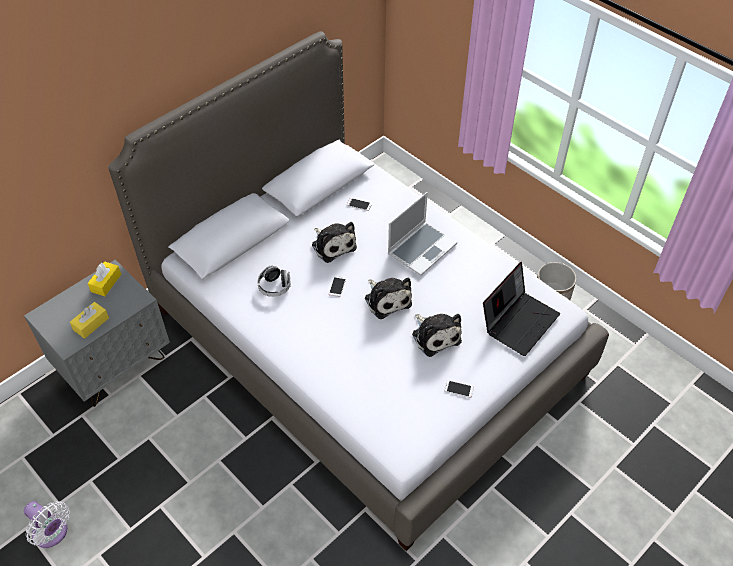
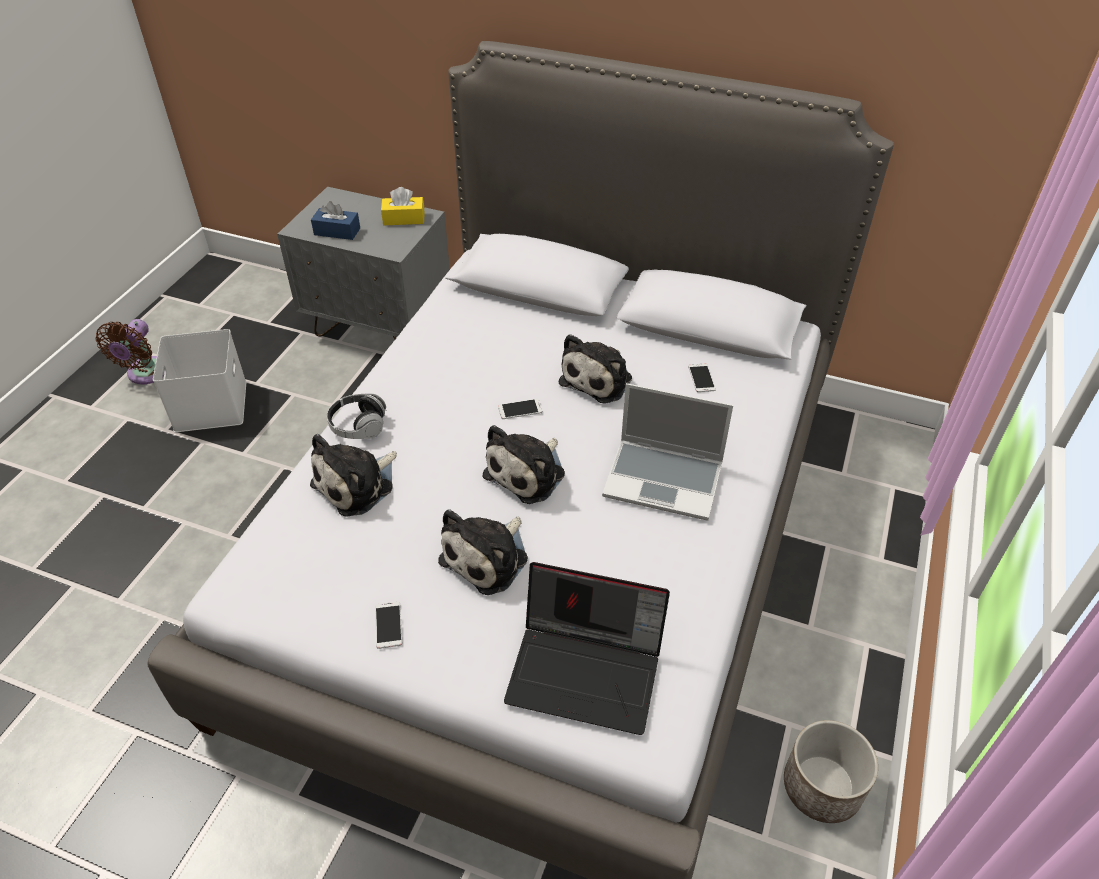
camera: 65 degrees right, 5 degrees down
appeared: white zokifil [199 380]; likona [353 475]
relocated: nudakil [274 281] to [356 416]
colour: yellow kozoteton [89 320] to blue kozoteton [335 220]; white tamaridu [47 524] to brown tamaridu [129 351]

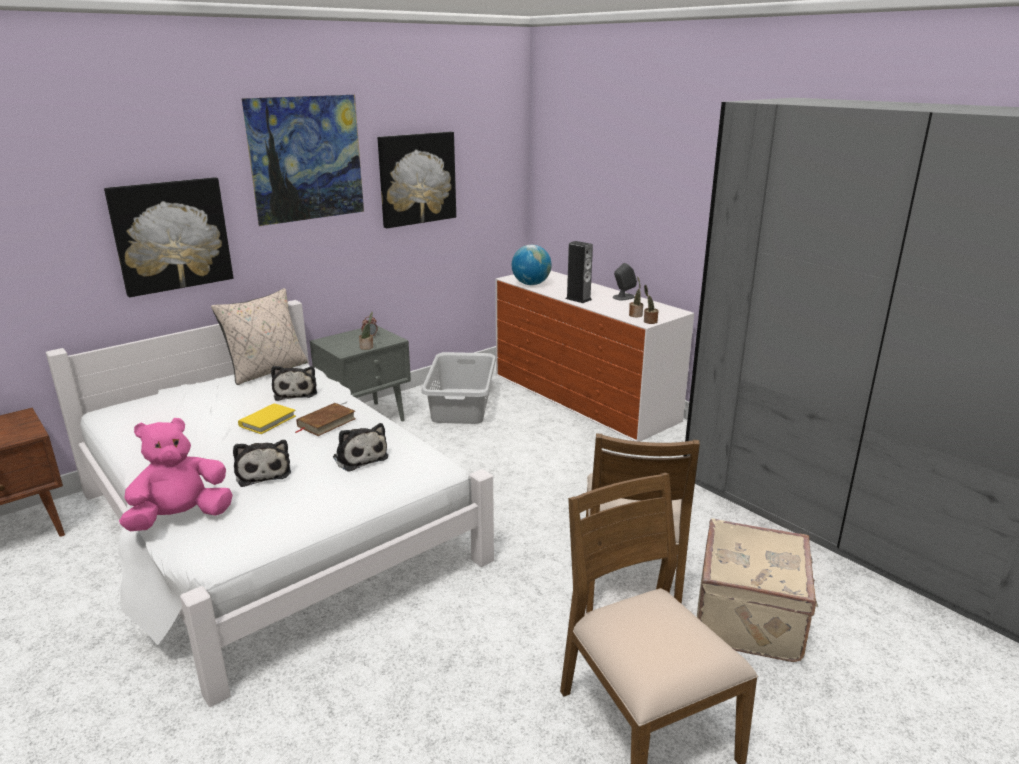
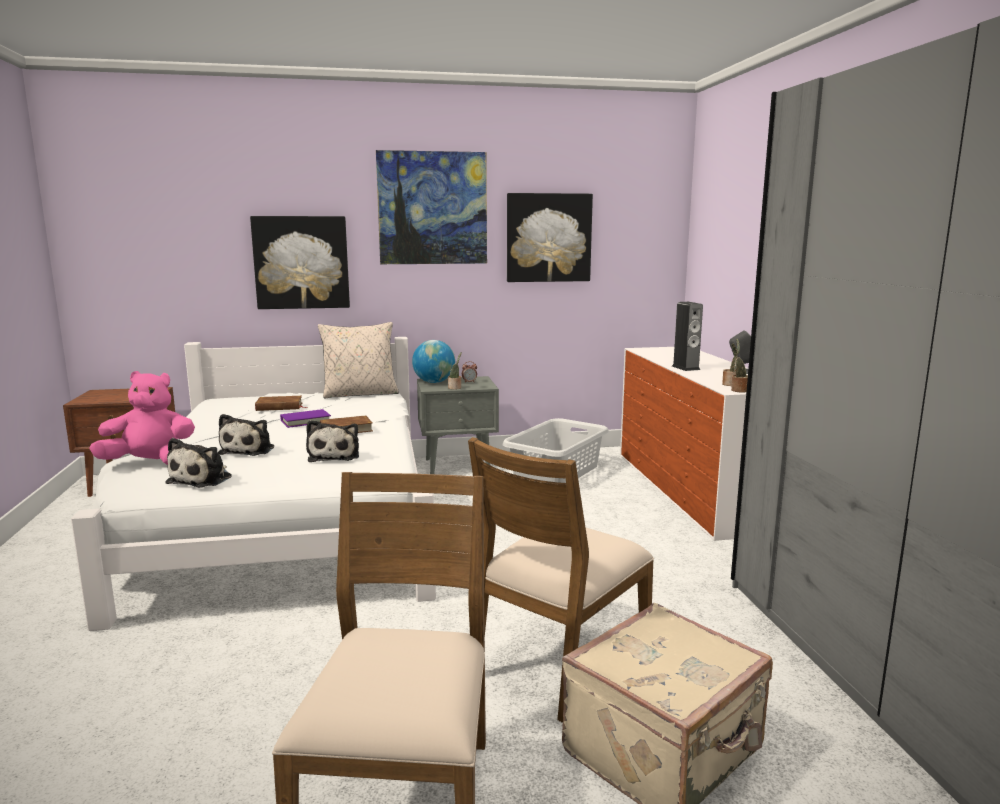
camera: 30 degrees right, 10 degrees down
appeared: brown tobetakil [281 403]
relocated: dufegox [532 265] to [433 361]; likona [294 383] to [198 463]
colour: yellow tobetakil [267 418] to purple tobetakil [305 418]

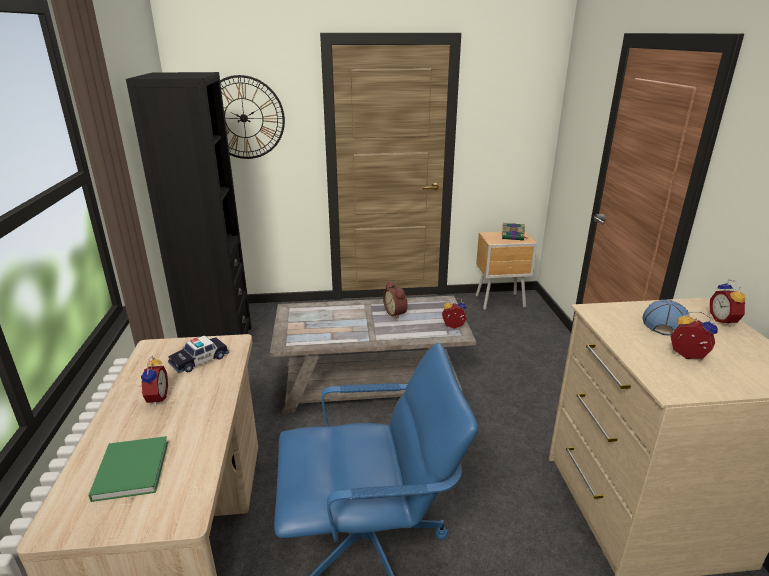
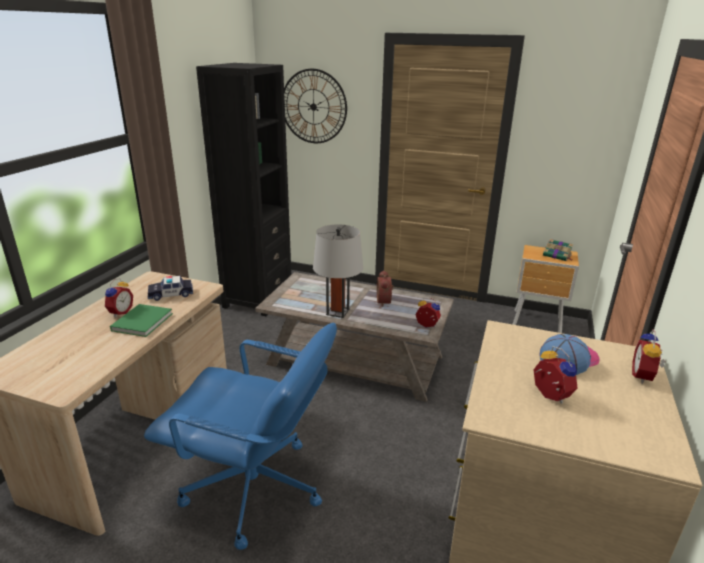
camera: 25 degrees right, 0 degrees up
appeared: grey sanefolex [338 271]
relocated: green tobetakil [128 469] to [141 320]

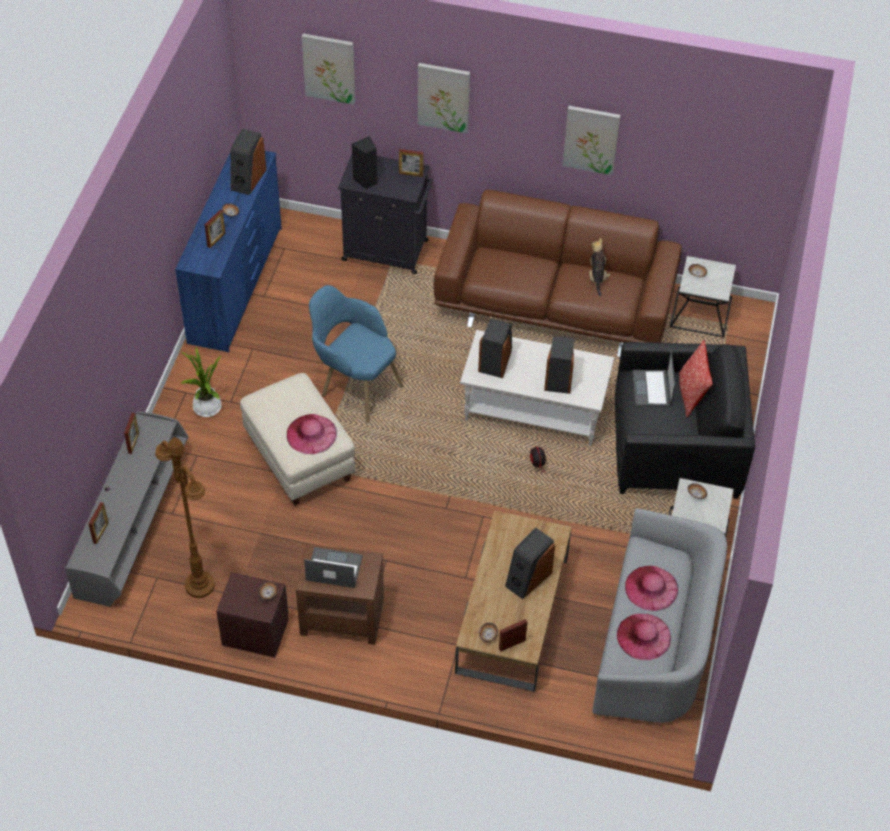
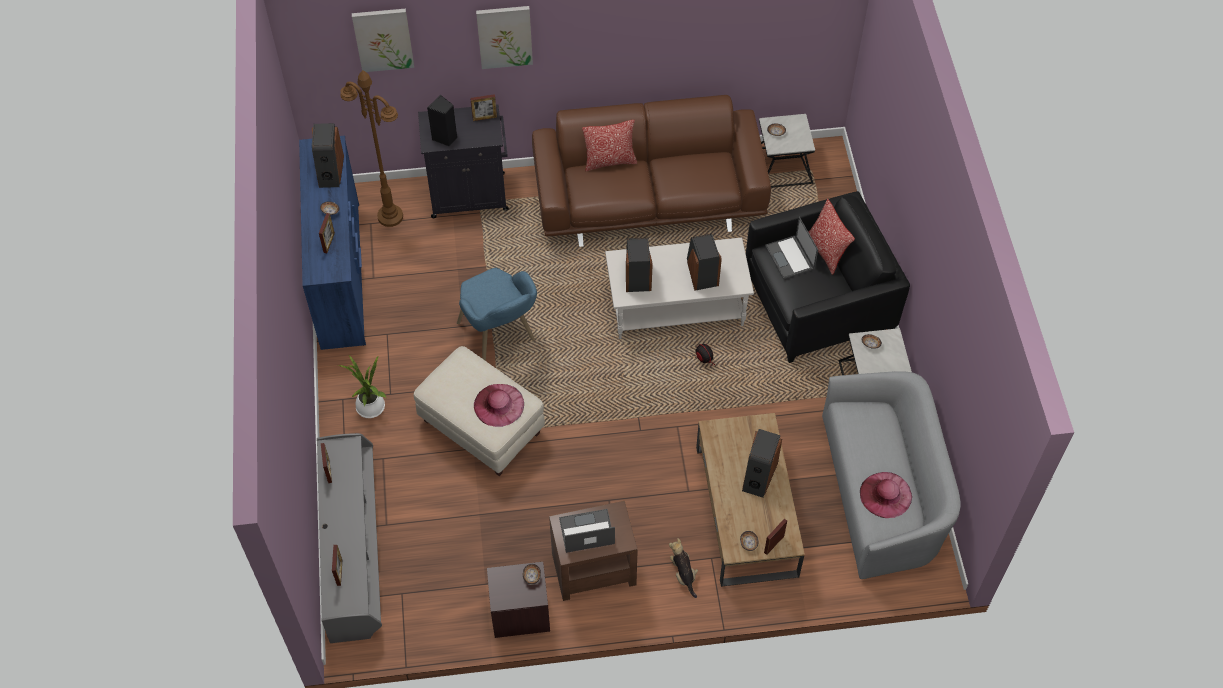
camera: 20 degrees left, 5 degrees up
missing: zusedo [591 140]; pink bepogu [651 588]
appeared: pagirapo [609 145]
relocated: likona [599 267] to [683 568]; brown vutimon [185 517] to [371 148]
spun: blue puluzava [356 354] = [497 314] 135 degrees counterclockwise

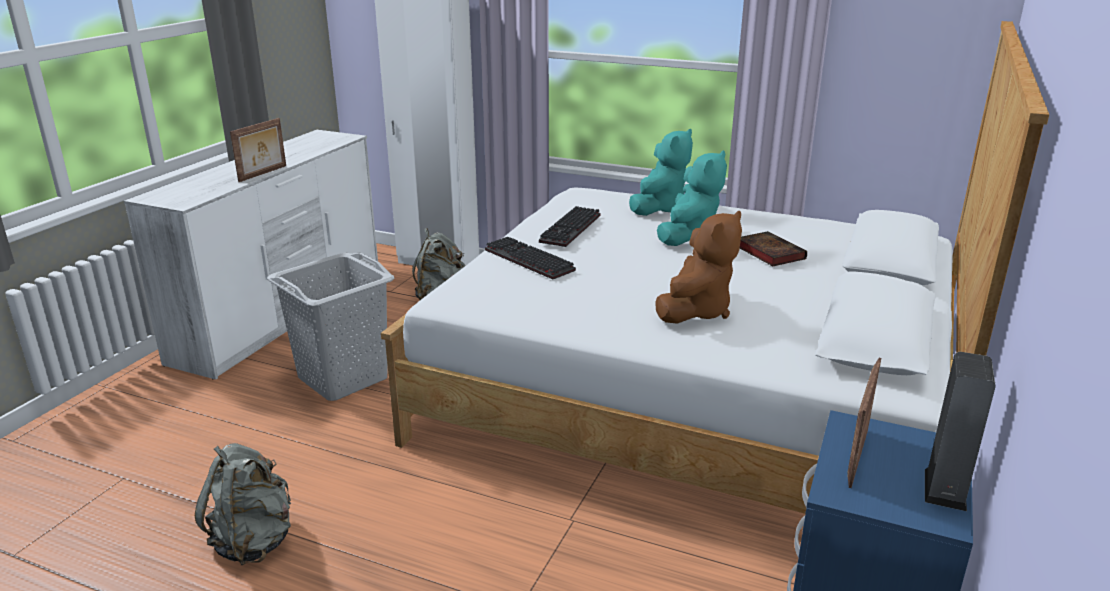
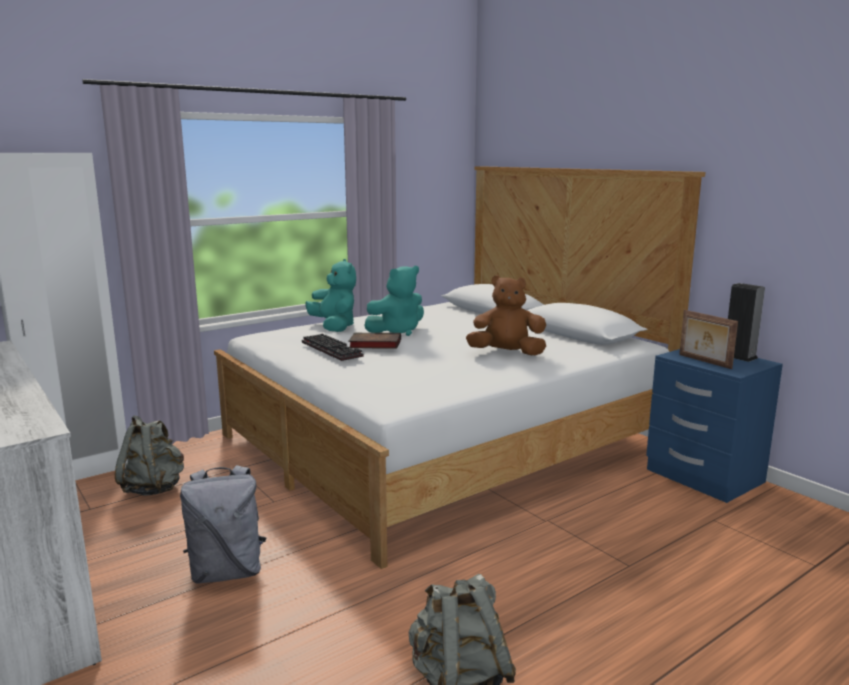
camera: 60 degrees left, 10 degrees down
missing: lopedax [258 150]; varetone [530 258]
relocated: tobetakil [773 248] to [374 341]
exchanged: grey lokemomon [330 326] to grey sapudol [223 524]
spun: turquoise likona [692 198] = [394 301] 90 degrees clockwise; brown likona [698 267] = [506 315] 60 degrees counterclockwise

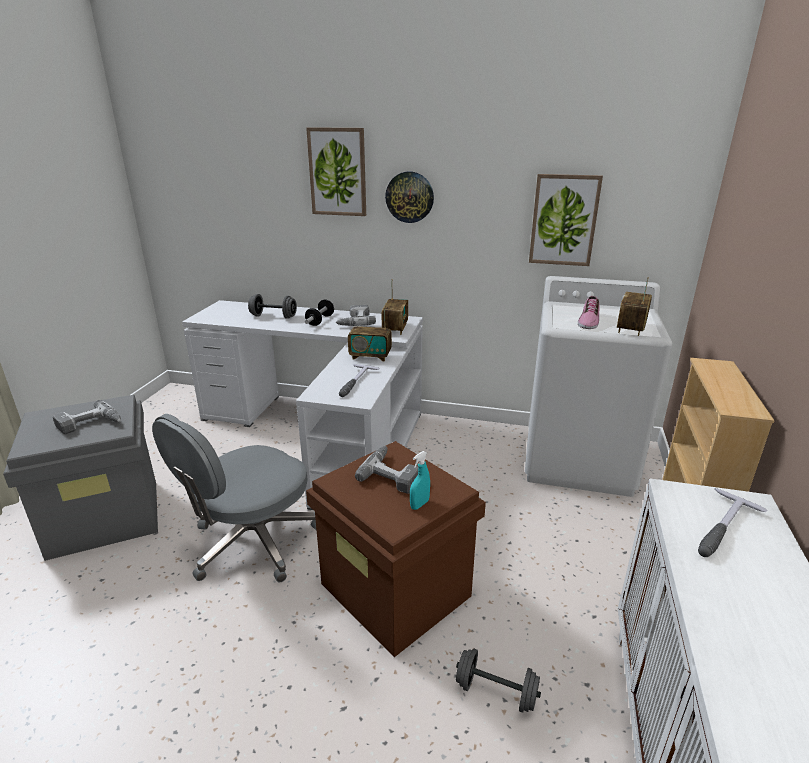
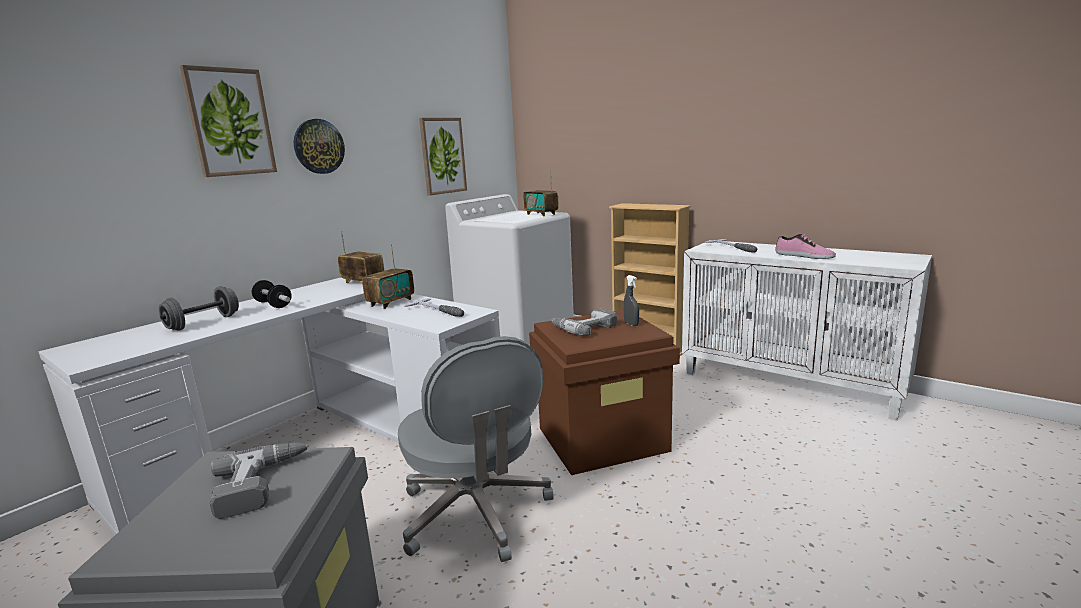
camera: 65 degrees left, 10 degrees down
missing: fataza [355 315]; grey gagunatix [498 681]
relocated: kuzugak [588 312] to [805 246]
colour: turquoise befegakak [420 480] to grey befegakak [631 300]

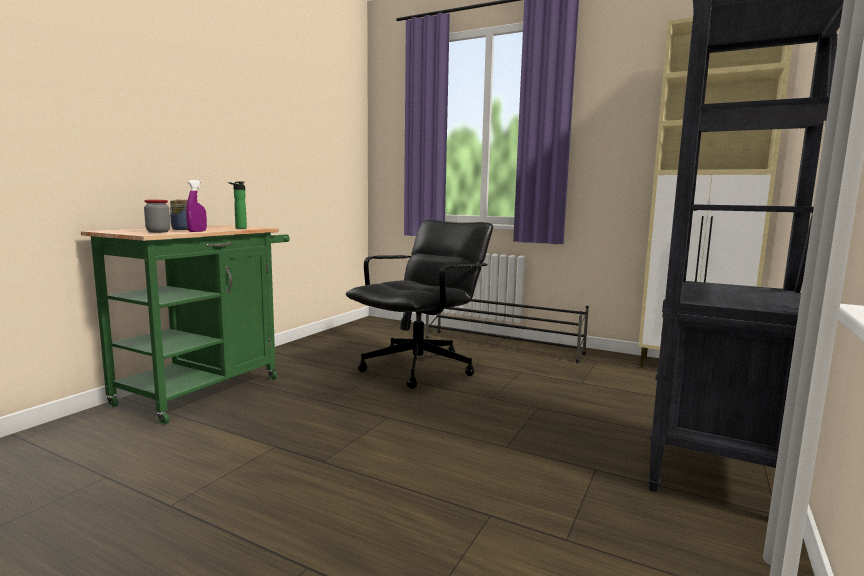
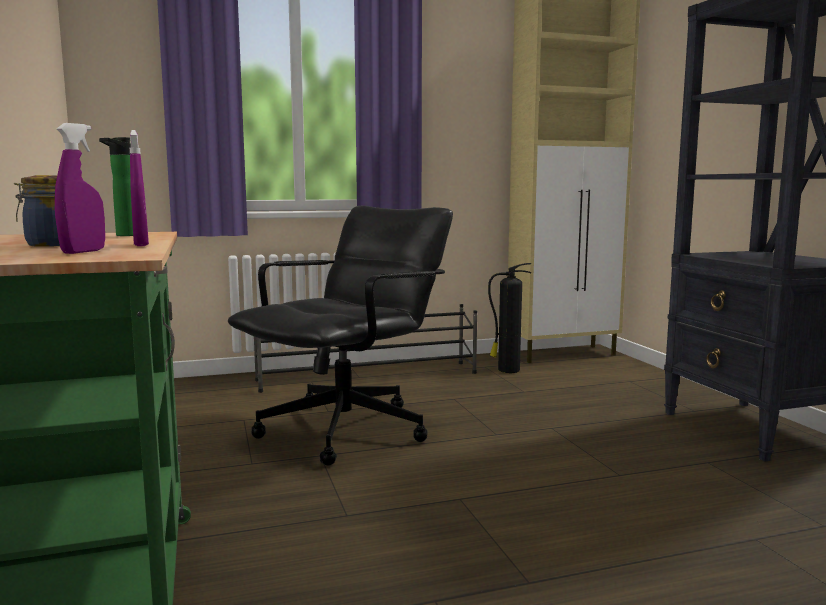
camera: 45 degrees left, 0 degrees up
appeared: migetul [509 318]
exchanged: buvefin [157 216] to purple befegakak [80 188]
spun: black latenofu [419 304] = [340 336] 45 degrees clockwise

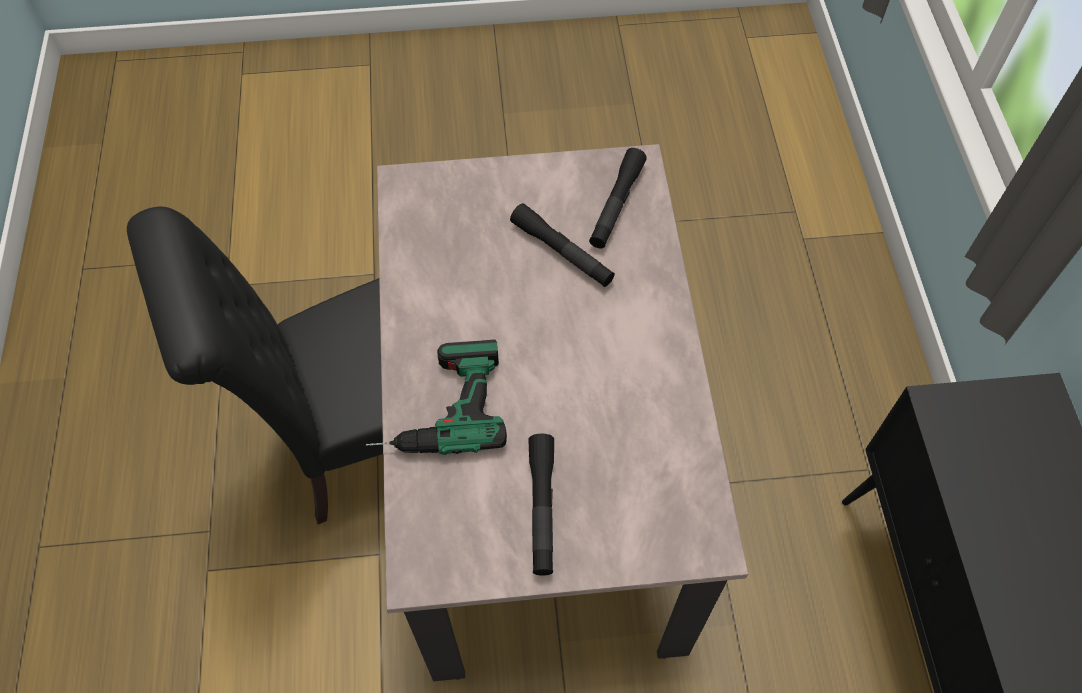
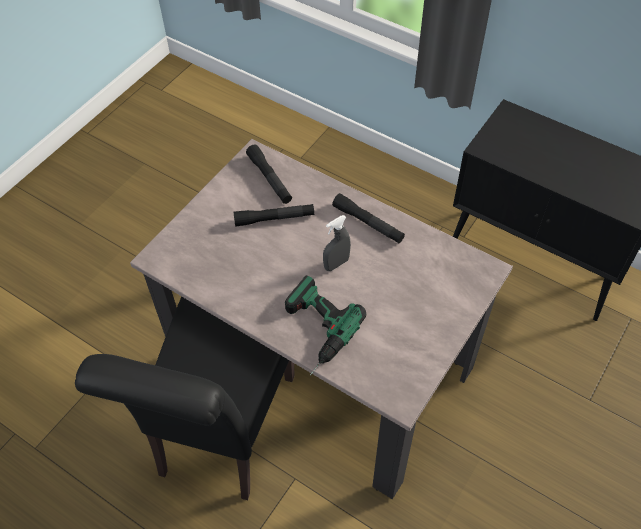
camera: 50 degrees left, 5 degrees down
appeared: grey befegakak [337 243]
relocated: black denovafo [541 504] to [368 218]

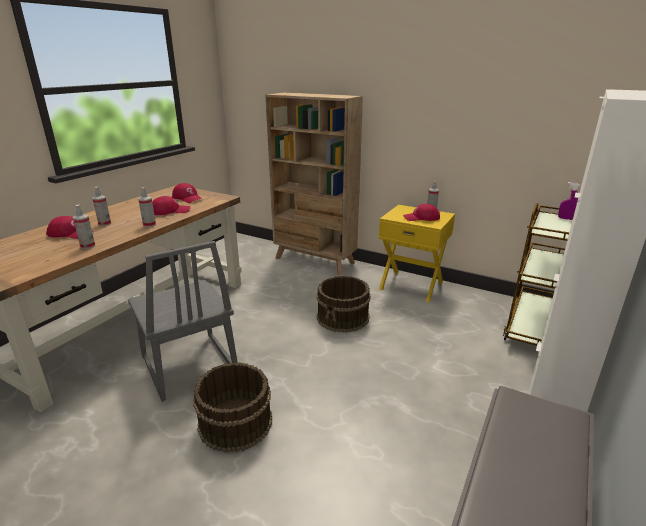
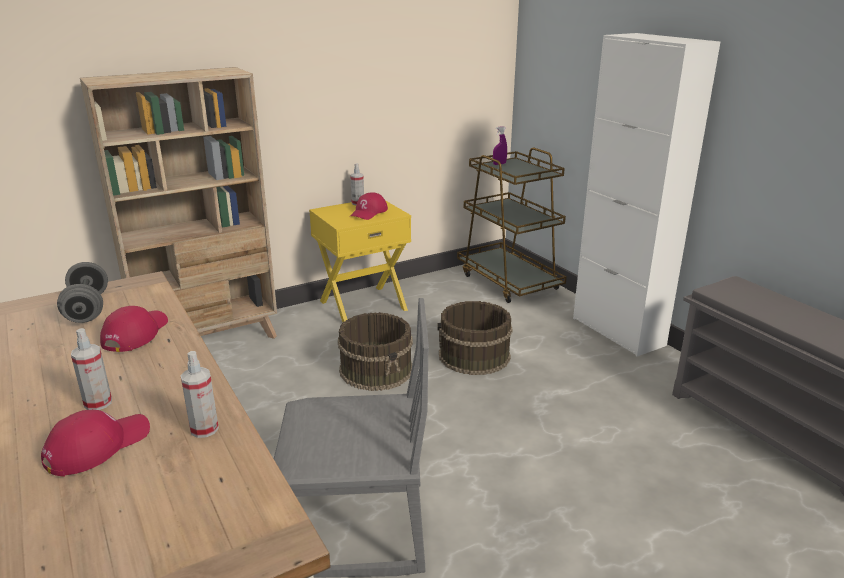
camera: 60 degrees left, 0 degrees up
missing: befegakak [147 207]
relocated: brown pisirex [232 407] to [475 338]
exchanged: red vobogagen [187 193] to grey gagunatix [82 292]

